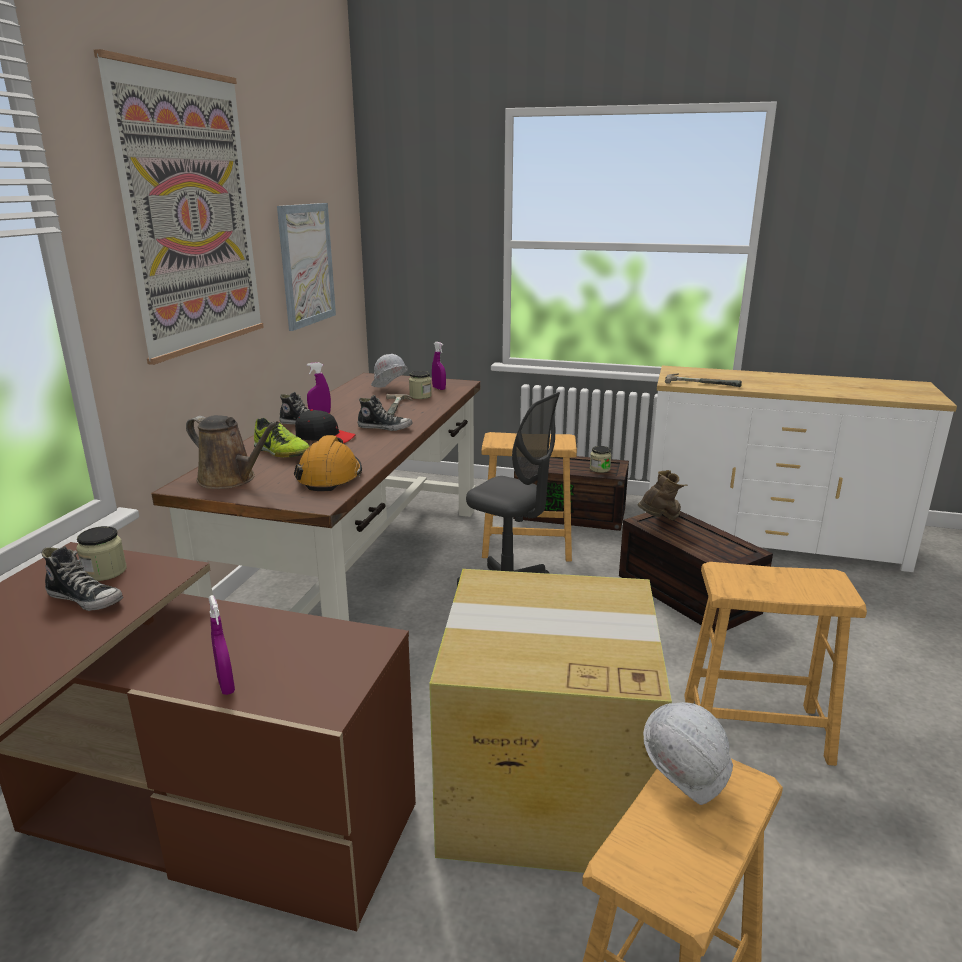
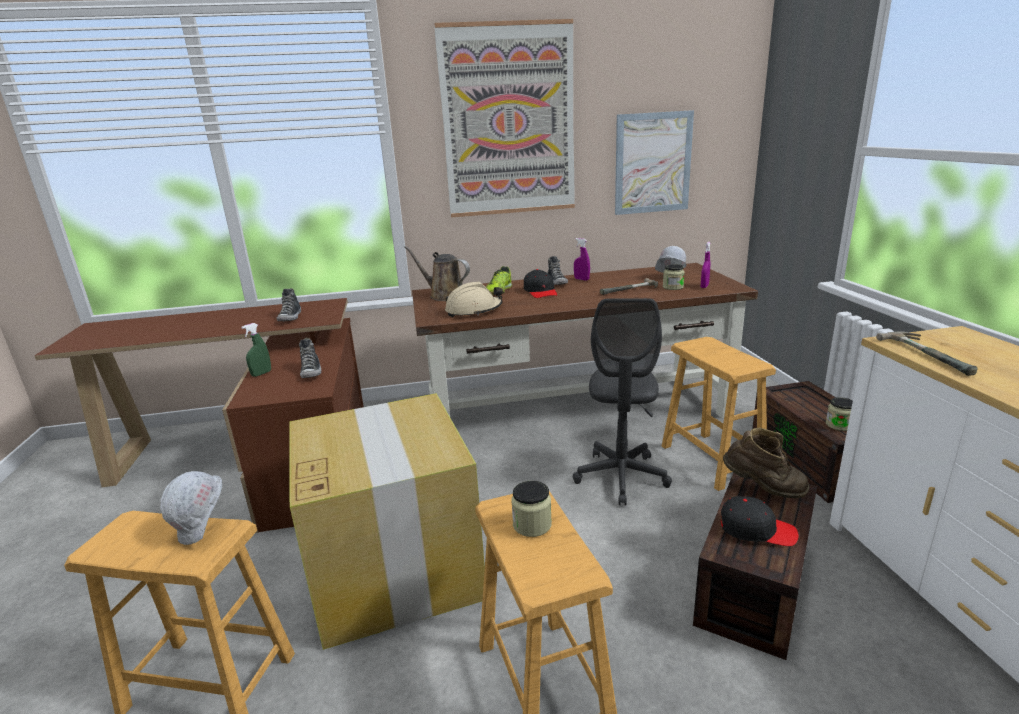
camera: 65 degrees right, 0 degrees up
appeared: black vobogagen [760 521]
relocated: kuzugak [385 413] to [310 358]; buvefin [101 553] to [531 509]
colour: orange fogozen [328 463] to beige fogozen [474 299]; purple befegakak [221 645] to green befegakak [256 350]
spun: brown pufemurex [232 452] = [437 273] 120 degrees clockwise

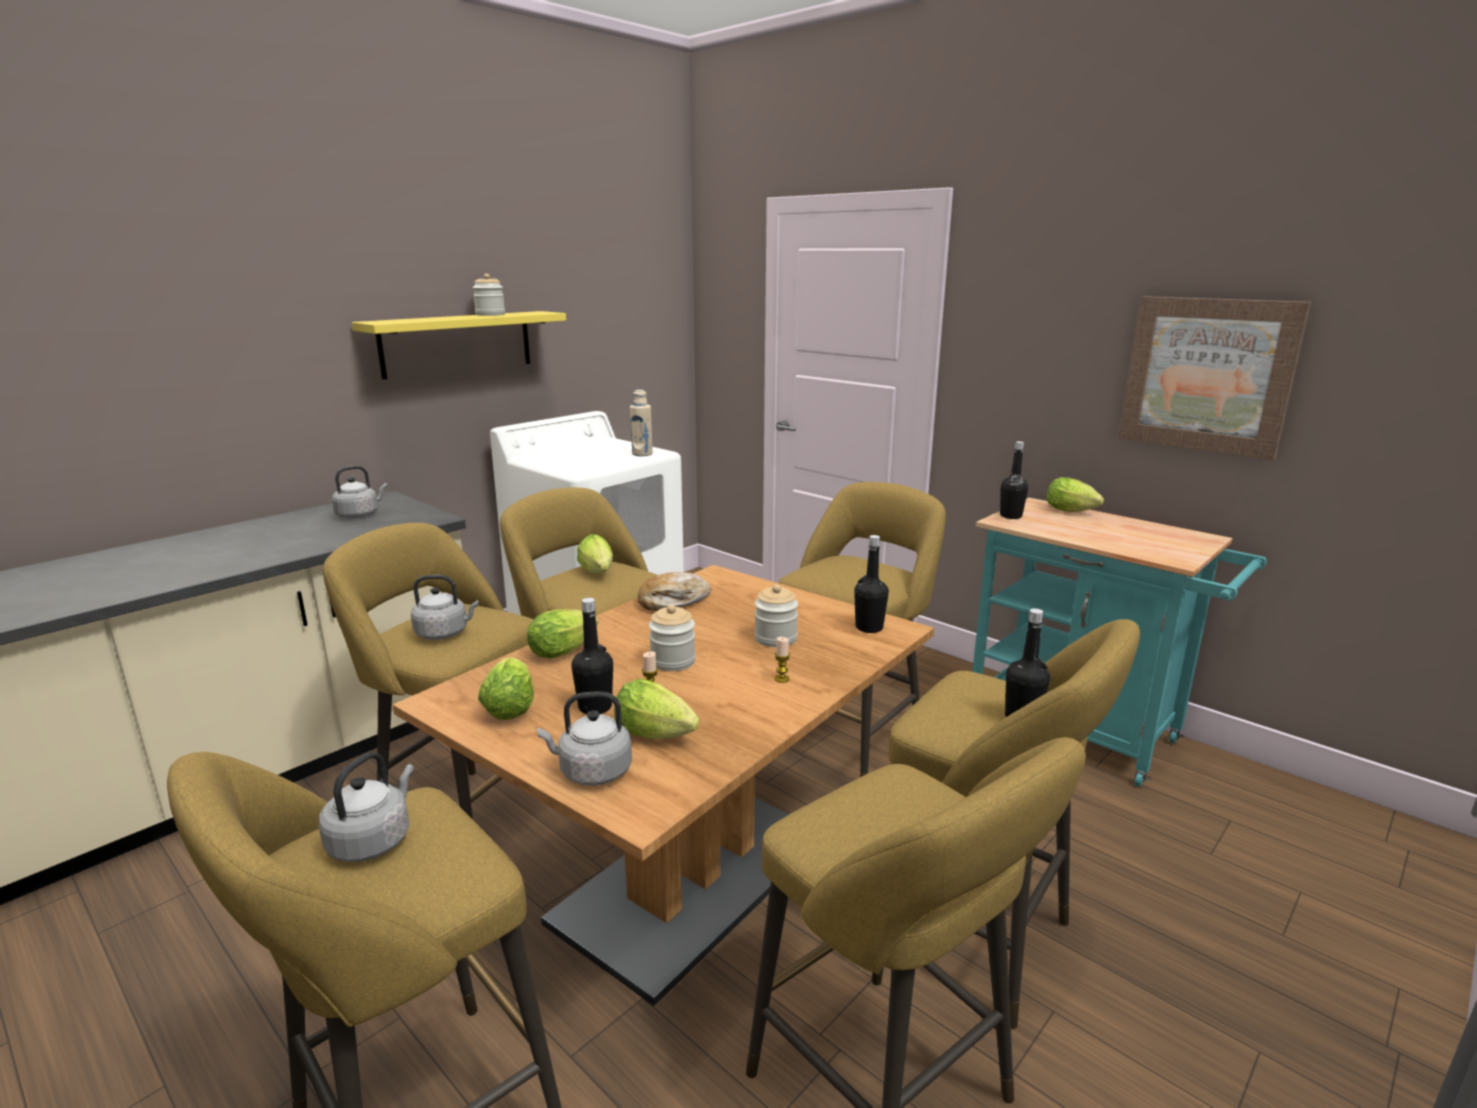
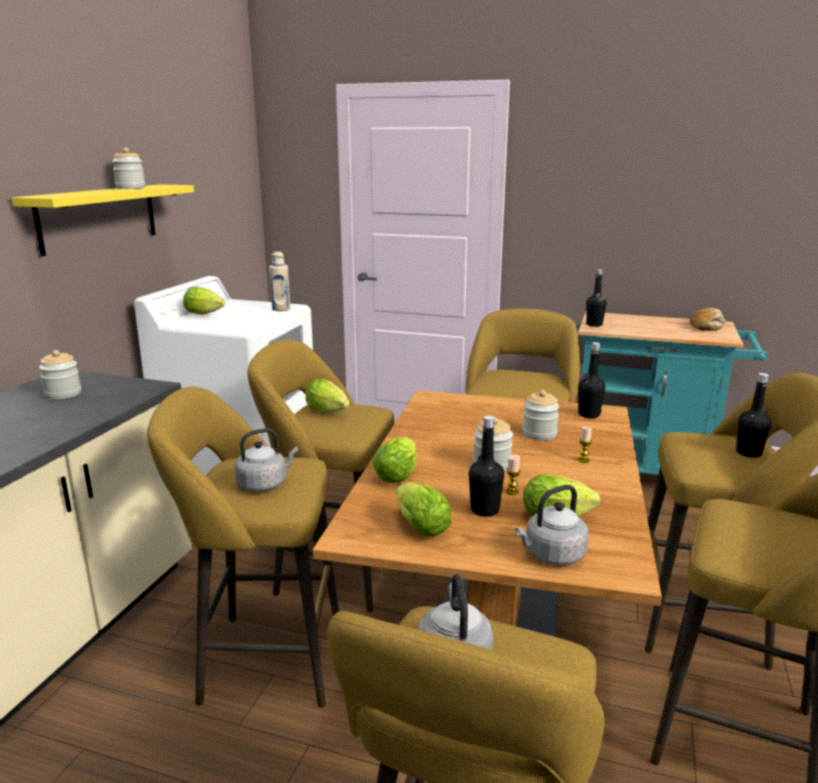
camera: 25 degrees left, 0 degrees up
missing: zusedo [1214 378]
relocated: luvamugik [1075 494] to [204 301]; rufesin [674 591] to [708 319]
exchanged: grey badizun [359 492] to buvefin [60 374]

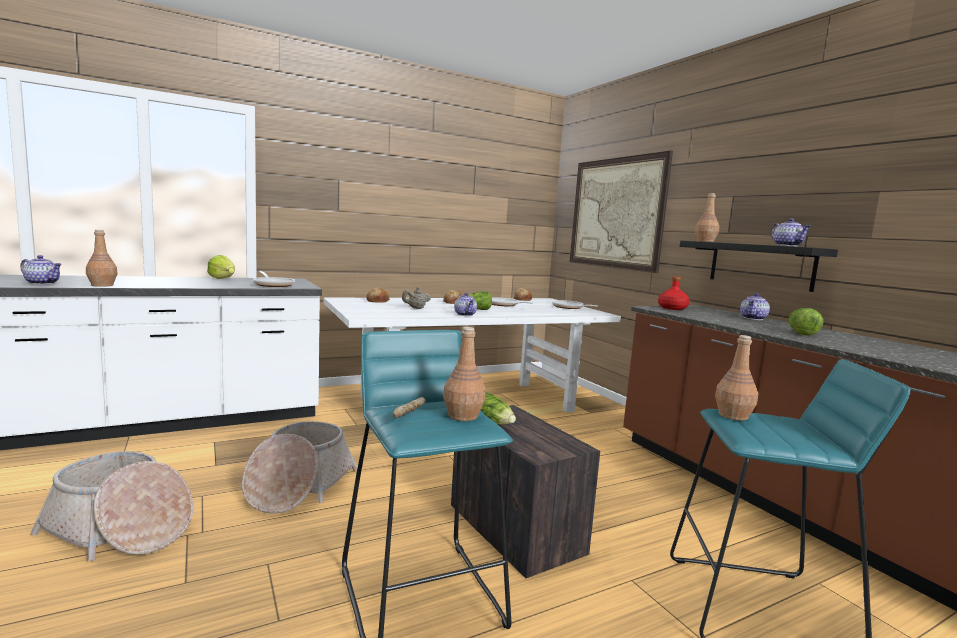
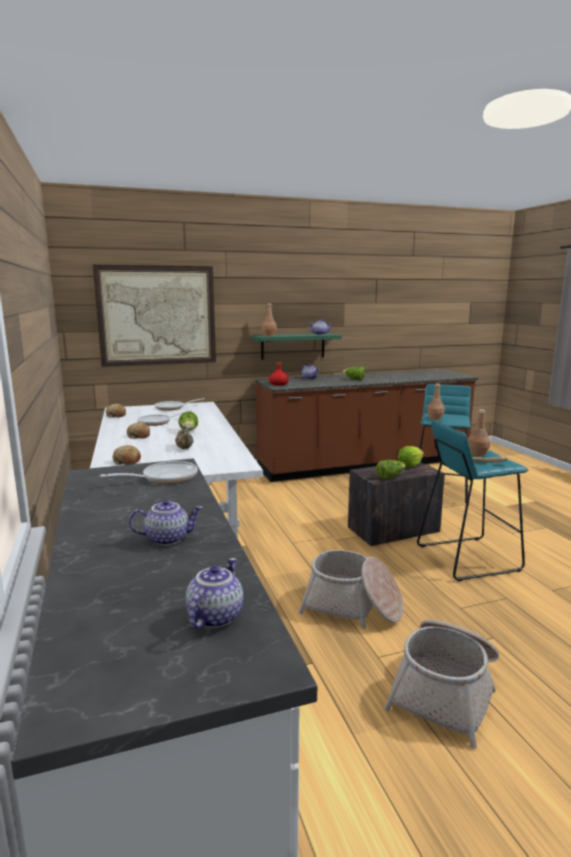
camera: 80 degrees left, 5 degrees up
missing: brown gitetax [102 258]
relocated: luvamugik [221 267] to [411 457]; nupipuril [465 304] to [166 522]
colour: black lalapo [759 266] to green lalapo [297 346]

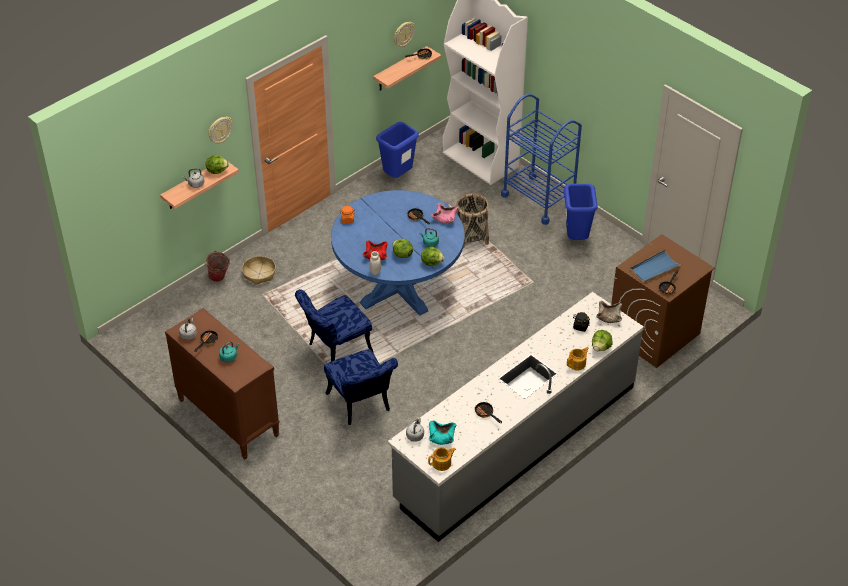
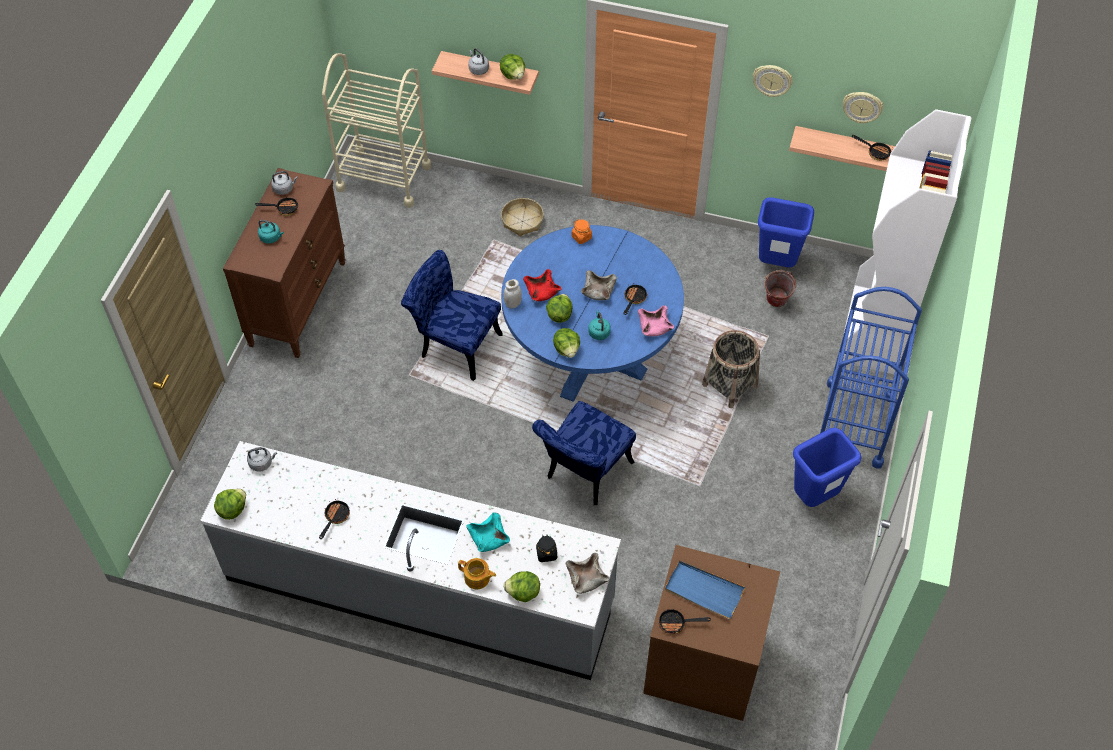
camera: 60 degrees right, 10 degrees up
appeared: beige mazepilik [376 130]; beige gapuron [599 285]
relocated: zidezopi [220 130] to [773 81]; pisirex [217 266] to [779 288]; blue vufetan [361 387] to [584 453]; turquoise gapuron [442 432] to [488 532]
exchanged: nupipuril [442 459] to luvamugik [230 504]

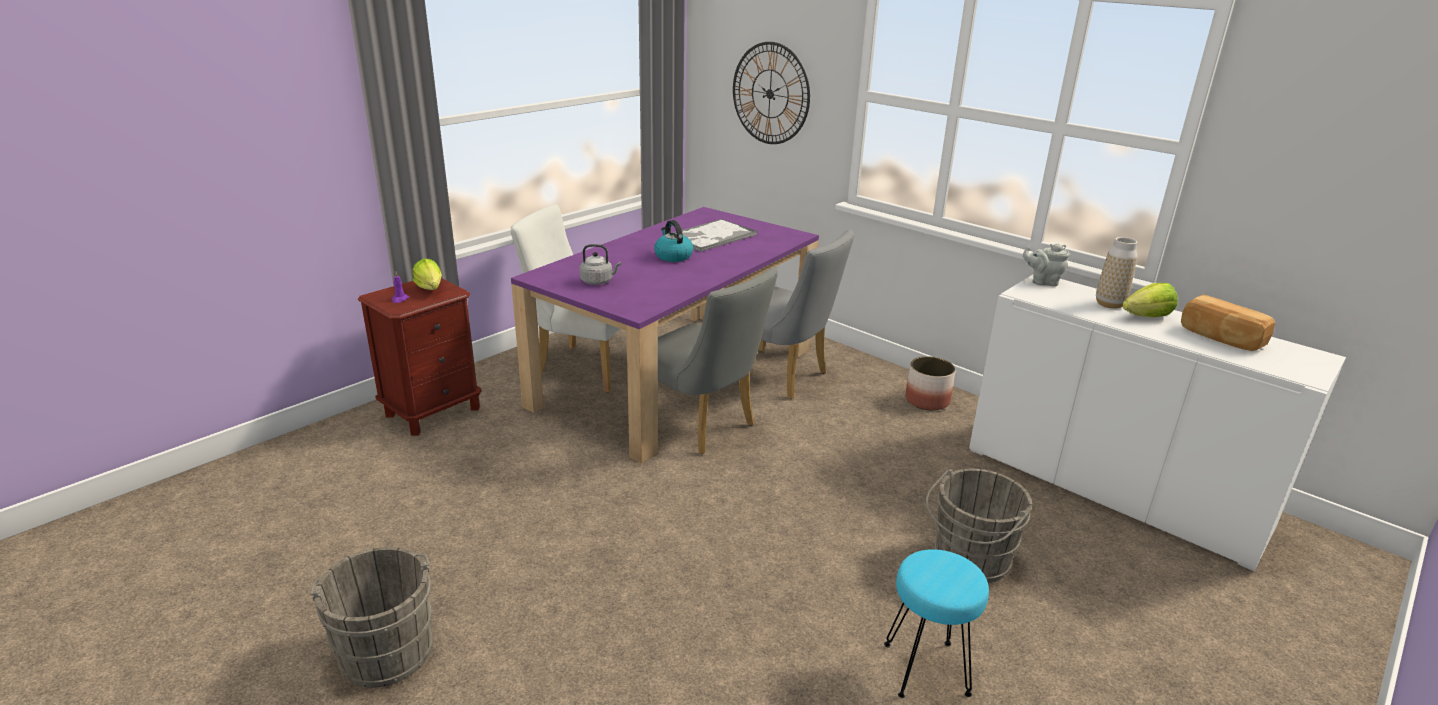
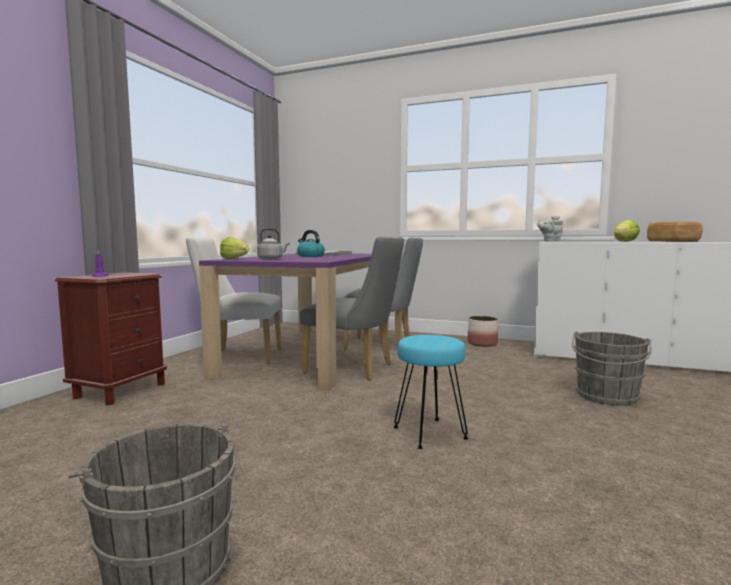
camera: 20 degrees left, 20 degrees down
missing: zidezopi [771 93]; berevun [1116 273]
relocated: luvamugik [427 274] to [234 248]; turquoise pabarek [936 623] to [430 392]

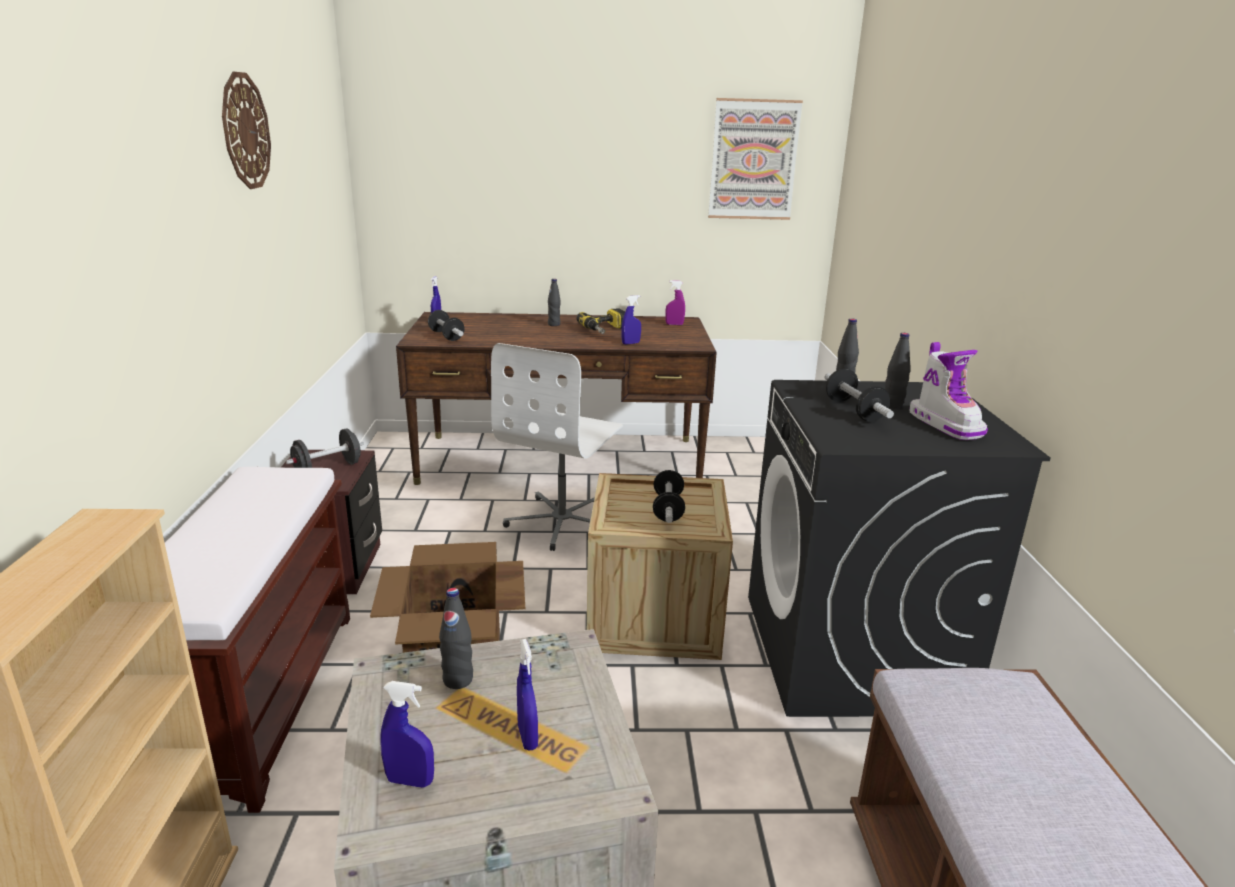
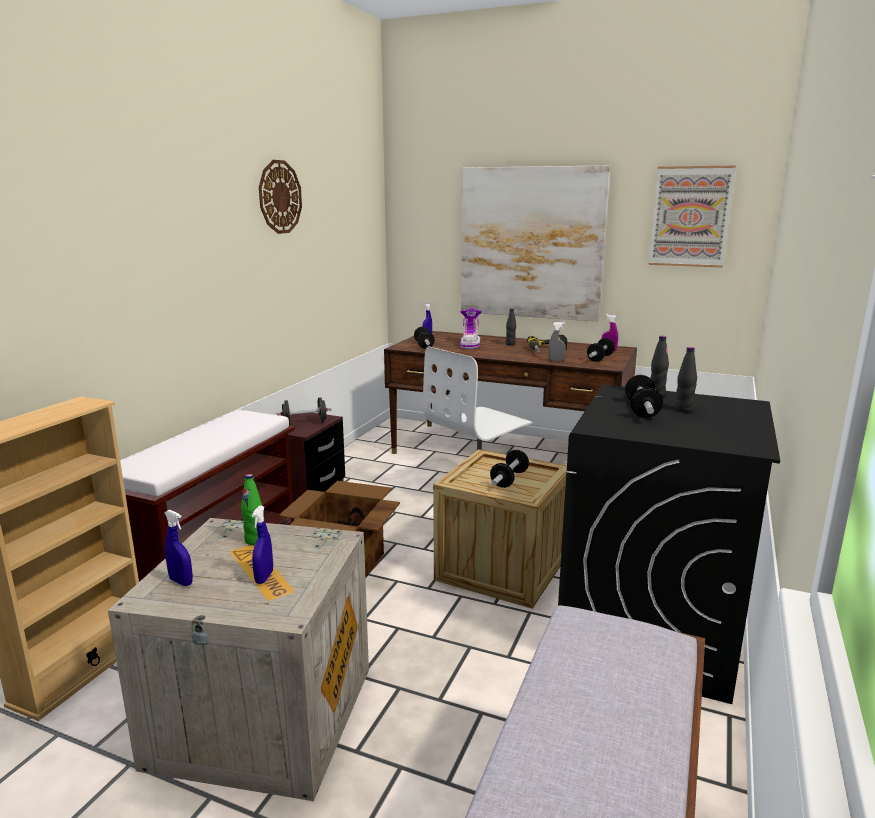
camera: 25 degrees right, 5 degrees down
appeared: zusedo [536 243]; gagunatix [601 350]
relocated: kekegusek [949 391] to [471 328]
colour: blue befegakak [631 320] to grey befegakak [557 341]; black gitetax [456 638] to green gitetax [251 509]

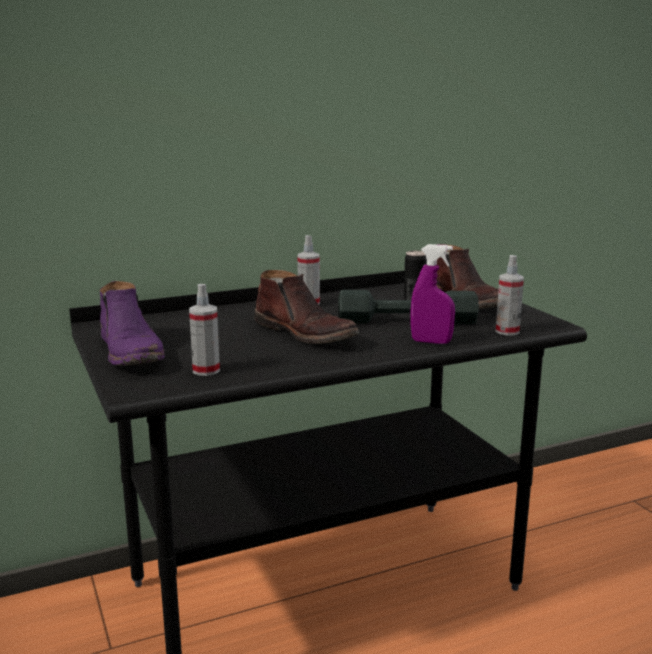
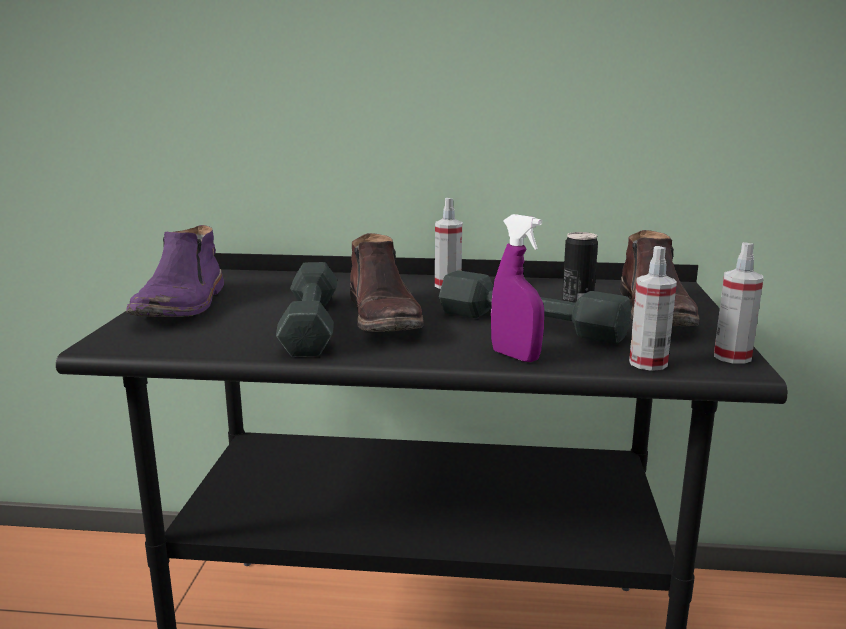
camera: 30 degrees right, 0 degrees up
appeared: grey gagunatix [306 309]
relocated: befegakak [204 330] to [739 303]

